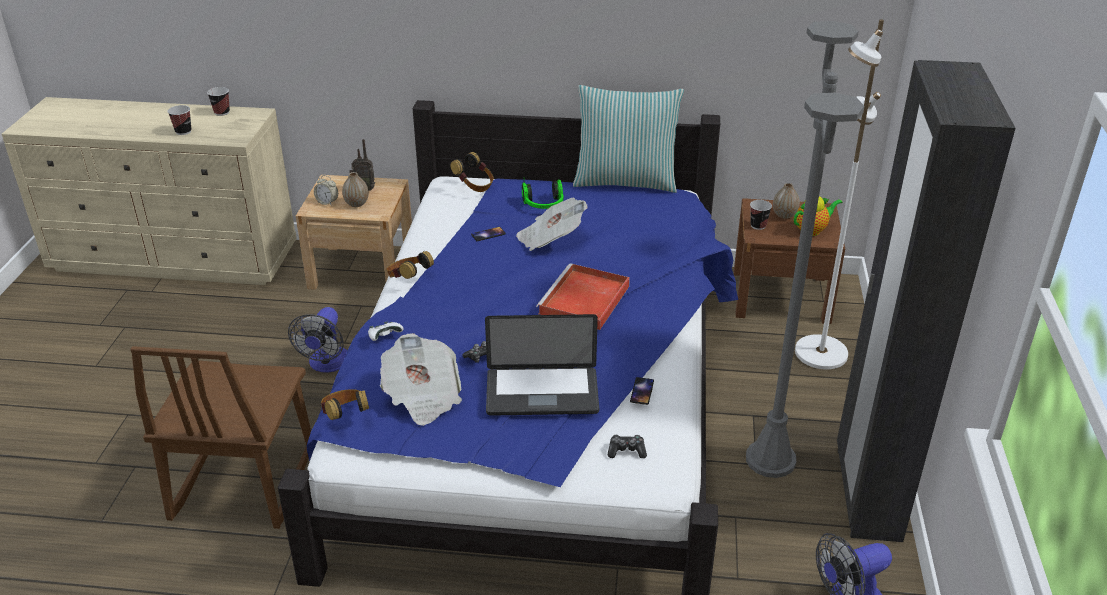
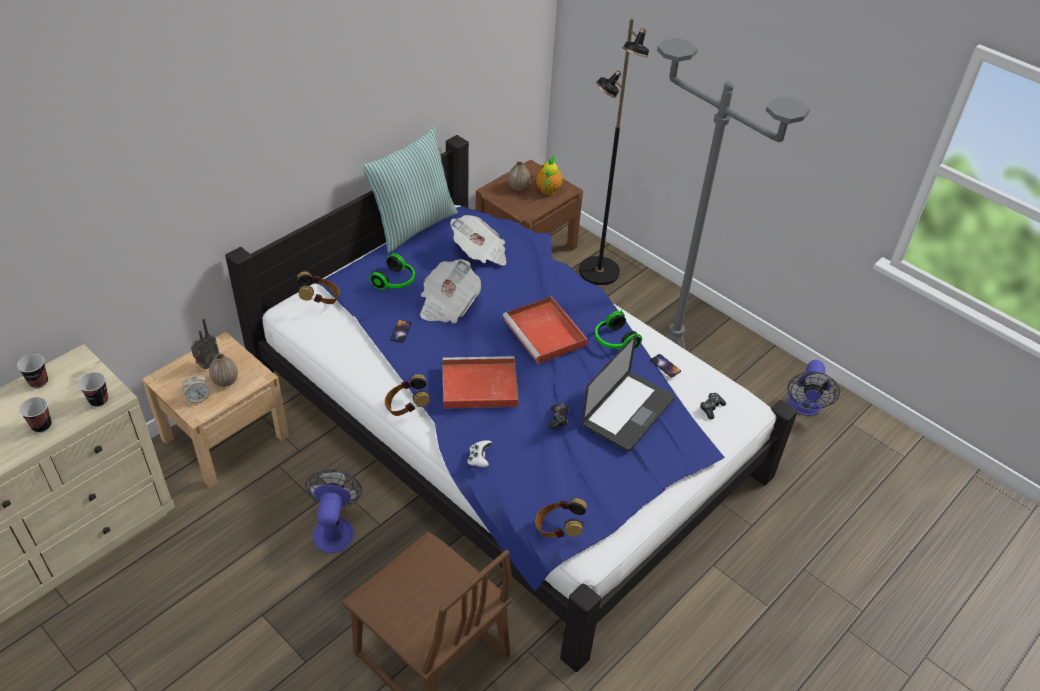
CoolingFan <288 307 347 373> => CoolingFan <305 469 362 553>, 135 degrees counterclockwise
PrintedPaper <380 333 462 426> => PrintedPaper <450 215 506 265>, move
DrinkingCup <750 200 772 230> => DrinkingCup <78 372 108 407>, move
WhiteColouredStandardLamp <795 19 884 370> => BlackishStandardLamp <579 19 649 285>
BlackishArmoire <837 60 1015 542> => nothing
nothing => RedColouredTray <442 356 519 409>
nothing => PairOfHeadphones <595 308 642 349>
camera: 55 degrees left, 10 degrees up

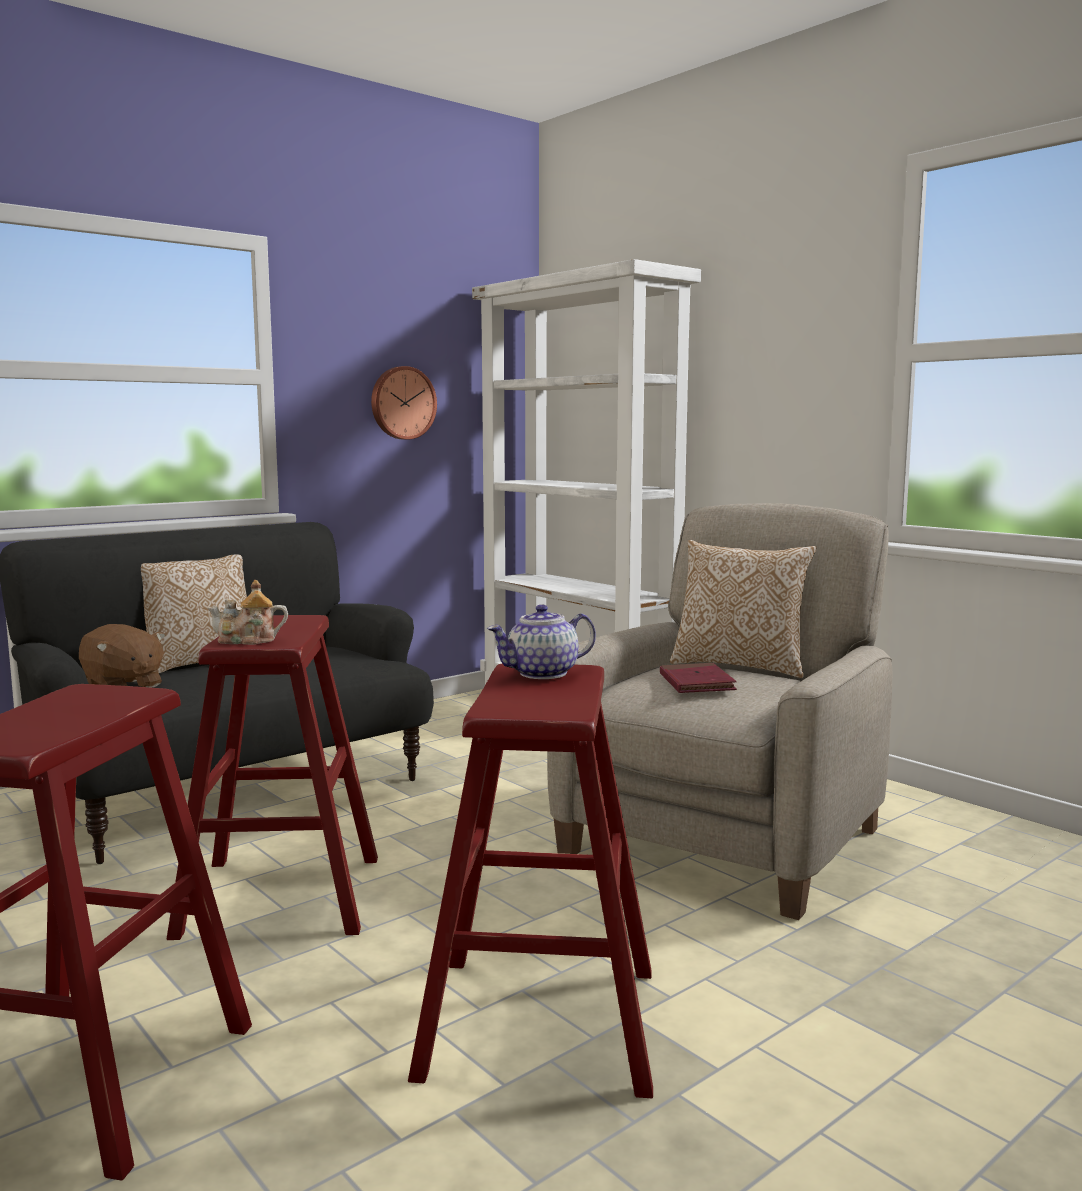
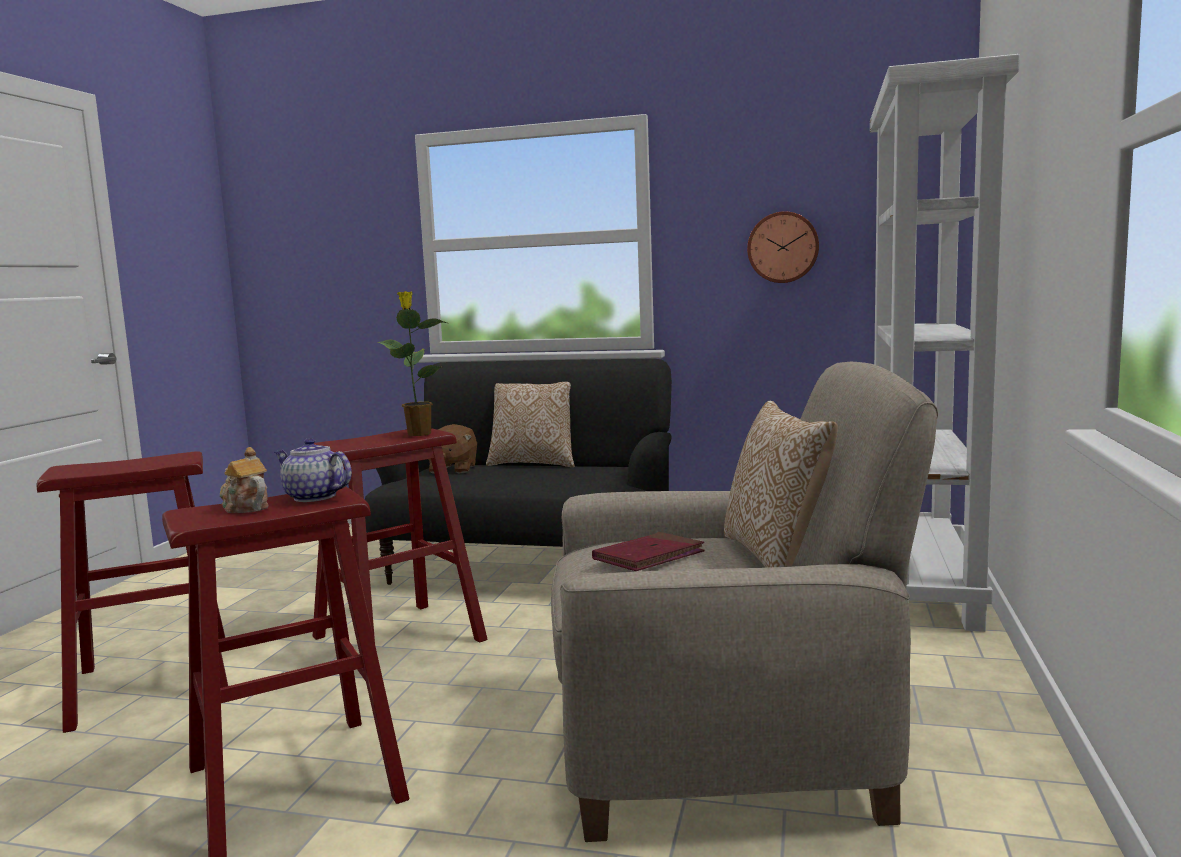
TeaPot <207 580 288 645> => TeaPot <220 447 269 513>, move
nothing => Houseplant <378 291 447 436>
camera: 55 degrees right, 0 degrees up

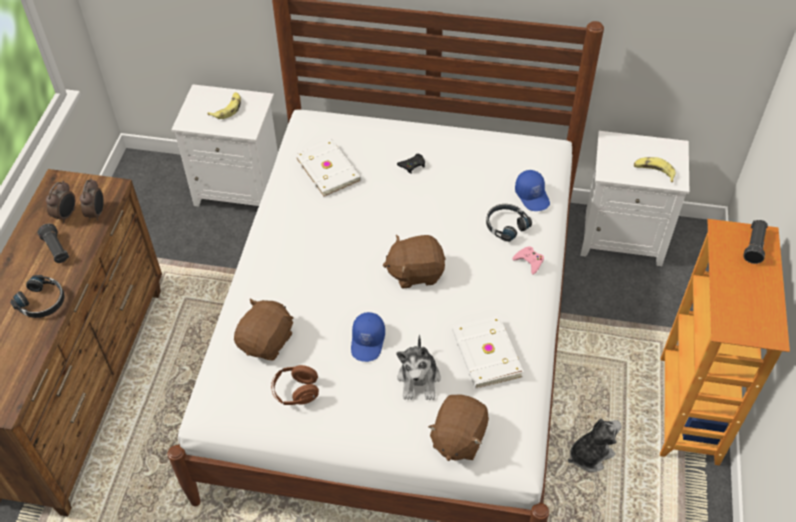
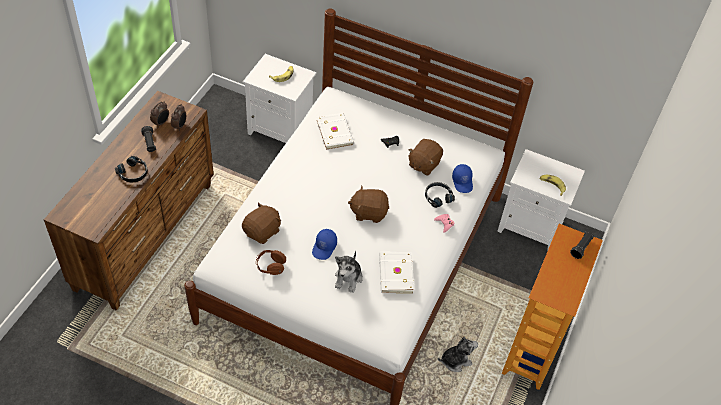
BrownCuddlyToy <428 395 489 461> => BrownCuddlyToy <408 139 443 176>, move
camera: 10 degrees right, 0 degrees up

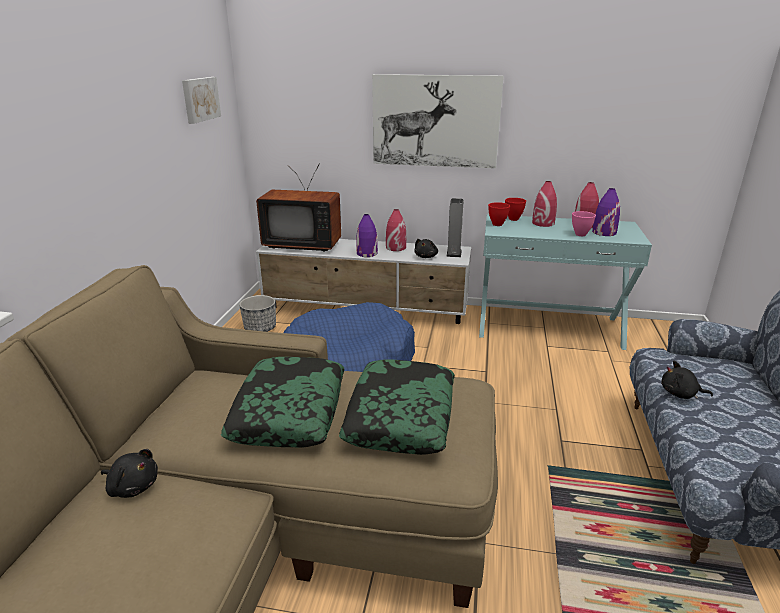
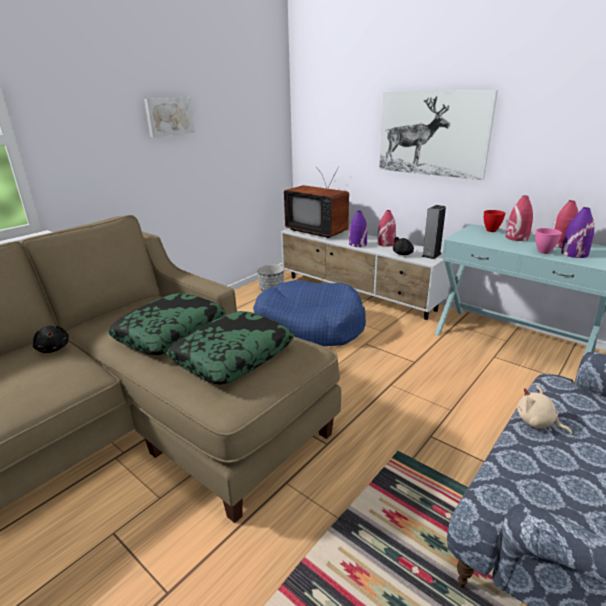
Picture <182 77 221 124> => Picture <144 98 195 137>, move
RedColouredServingBowl <488 202 510 226> => nothing
BlackishCuddlyToy <661 361 713 399> => BeigeColouredCuddlyToy <517 385 572 435>
camera: 30 degrees right, 0 degrees up

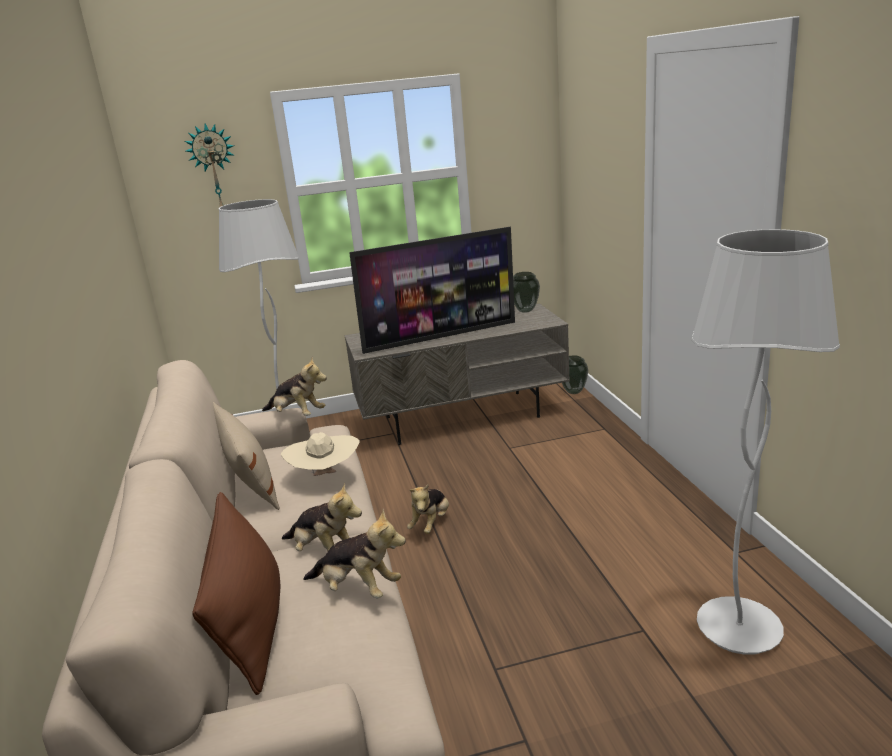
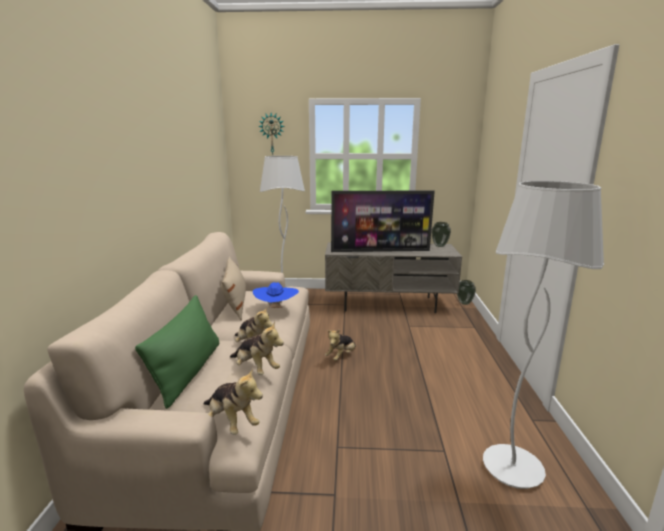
BrownThrowPillow <192 492 280 695> => GreenColouredThrowPillow <135 295 219 409>
CuddlyToy <262 357 327 416> => CuddlyToy <204 368 263 435>, move
BeigeColouredClothingHat <281 432 360 476> => BlueColouredClothingHat <253 282 299 308>
camera: 15 degrees right, 5 degrees down

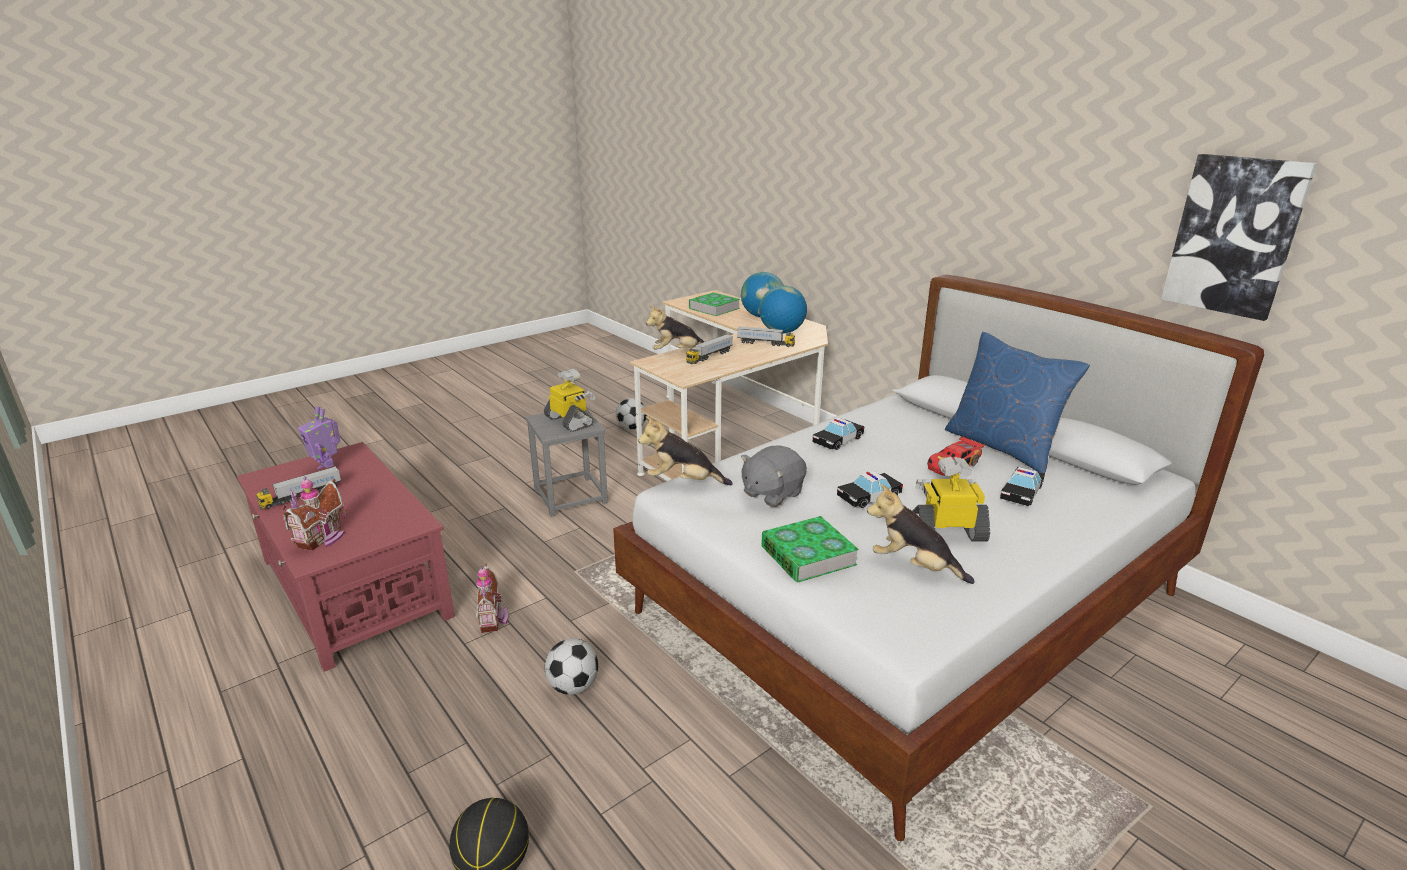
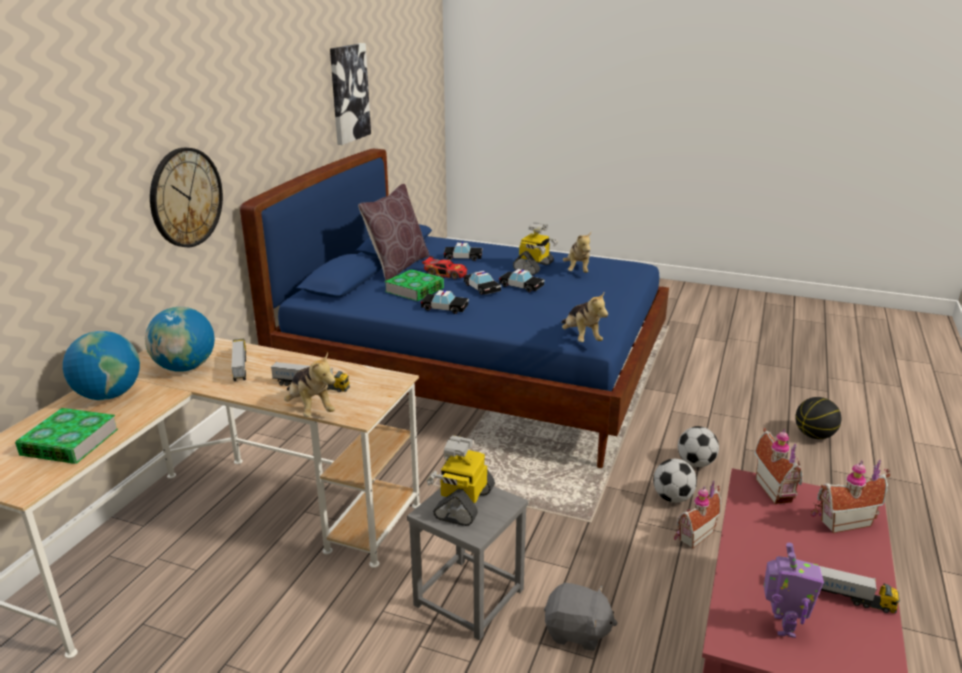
WhiteColouredBed <613 275 1264 841> => BlueColouredBed <240 148 669 468>
Football <616 398 647 430> => Football <653 459 697 503>, move
GrayCuddlyToy <741 445 807 507> => GrayCuddlyToy <544 583 618 651>, move
BoundBook <761 516 859 583> => BoundBook <384 269 444 301>, move
ModelRobot <912 457 990 542> => ModelRobot <513 222 558 275>, 120 degrees counterclockwise
BlueColouredThrowPillow <945 332 1090 474> => BrownThrowPillow <358 184 429 280>
nothing => WallClock <150 148 223 247>
nothing => ModelCar <464 271 501 295>
nothing => MiniatureHouse <754 428 803 504>
camera: 120 degrees left, 0 degrees up

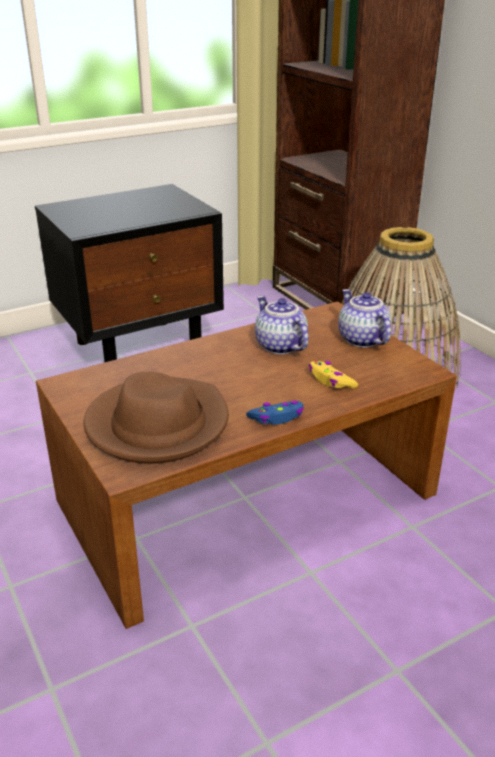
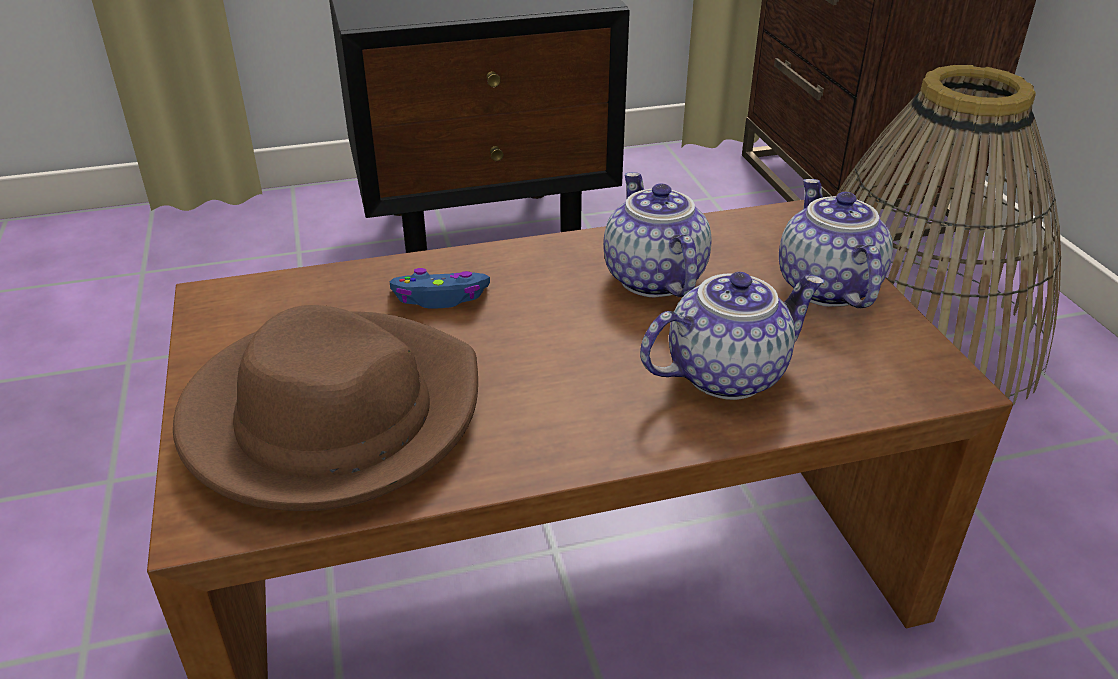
BlueColouredGameController <246 401 304 425> => BlueColouredGameController <390 268 490 308>, move
YellowColouredGameController <309 361 358 389> => TeaPot <640 272 825 400>
camera: 15 degrees right, 5 degrees up

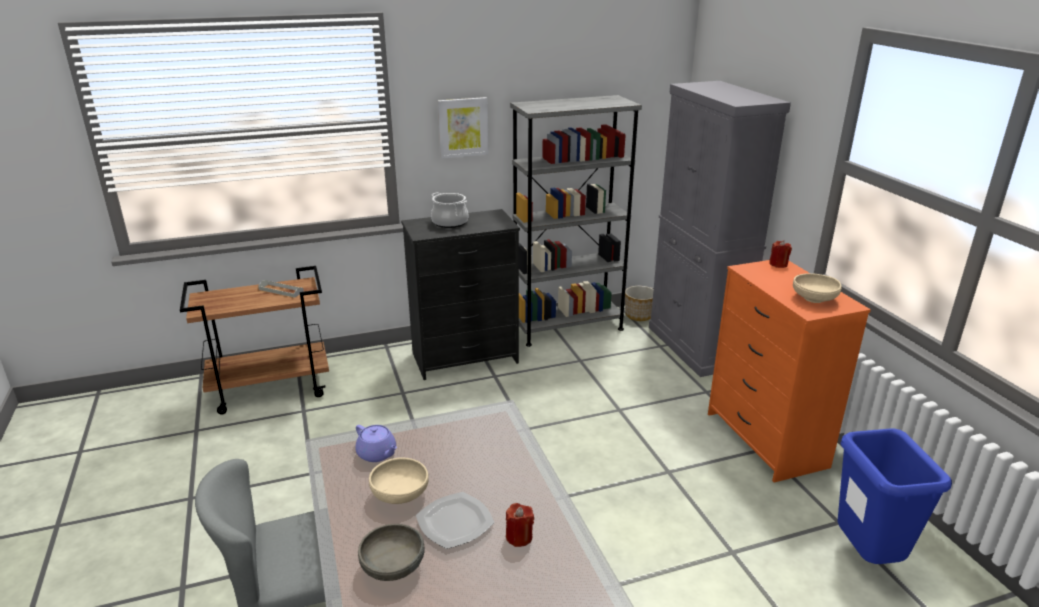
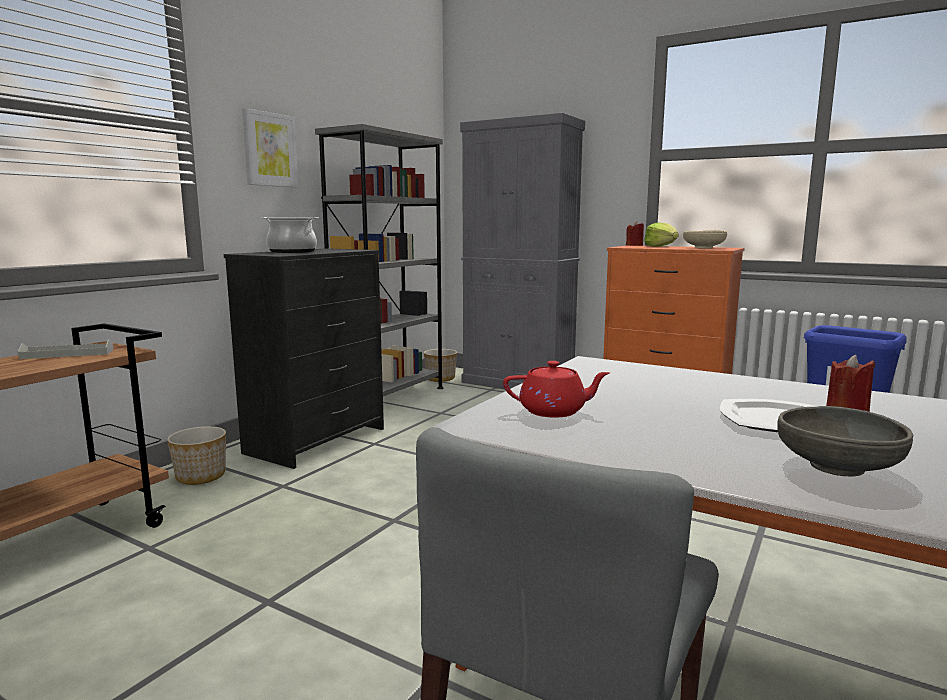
PurpleTeaPot <355 425 397 462> => RedColouredTeaPot <503 361 610 418>
BeigeColouredServingBowl <369 457 429 504> => nothing
nothing => Planter <167 426 226 485>
nothing => HeadOfLettuce <644 222 679 247>
camera: 40 degrees left, 15 degrees down

